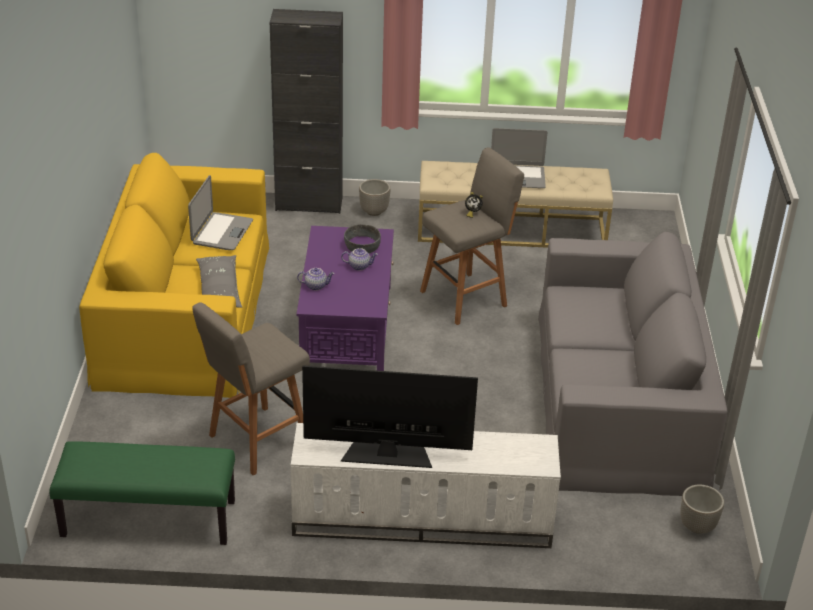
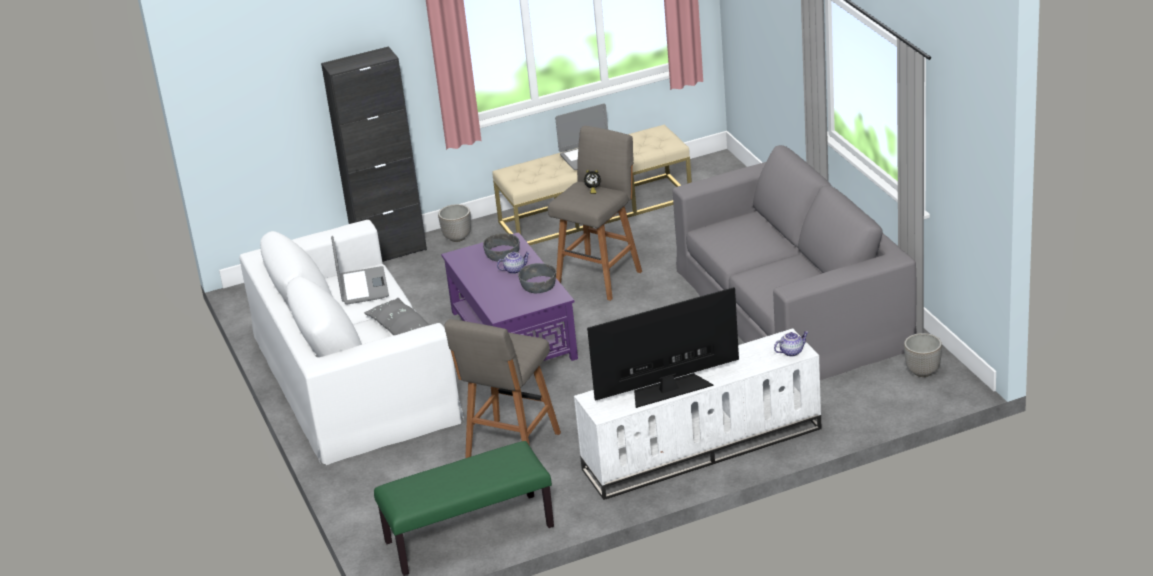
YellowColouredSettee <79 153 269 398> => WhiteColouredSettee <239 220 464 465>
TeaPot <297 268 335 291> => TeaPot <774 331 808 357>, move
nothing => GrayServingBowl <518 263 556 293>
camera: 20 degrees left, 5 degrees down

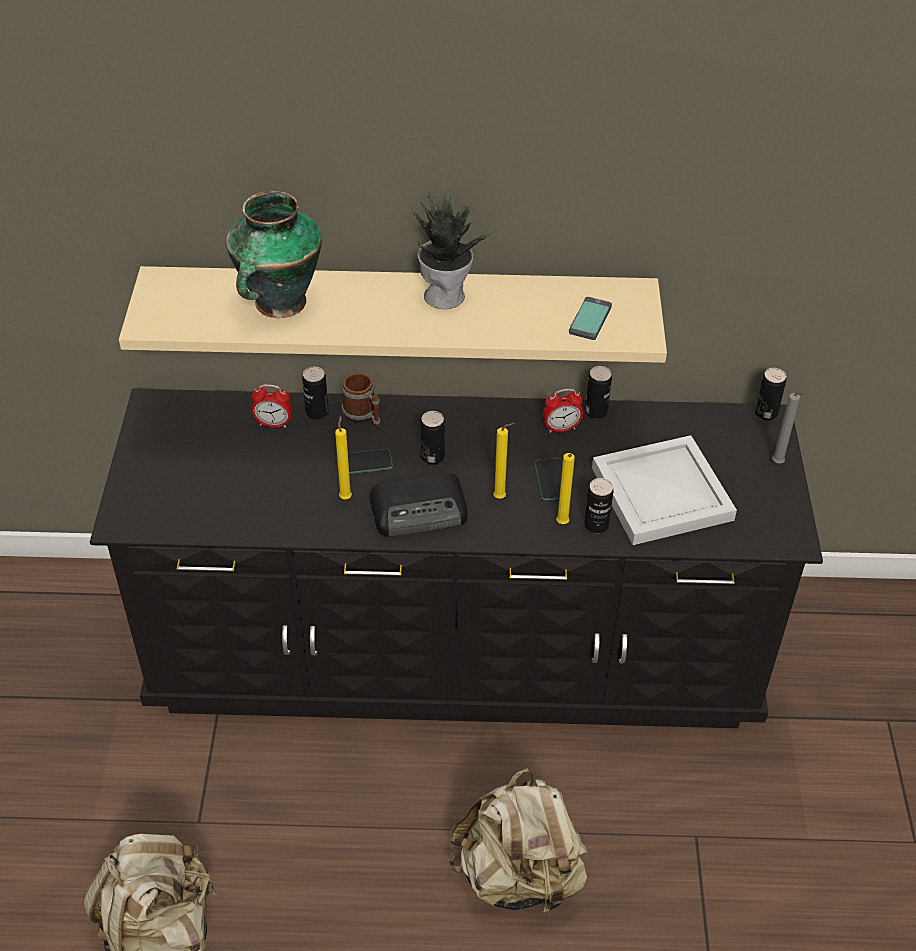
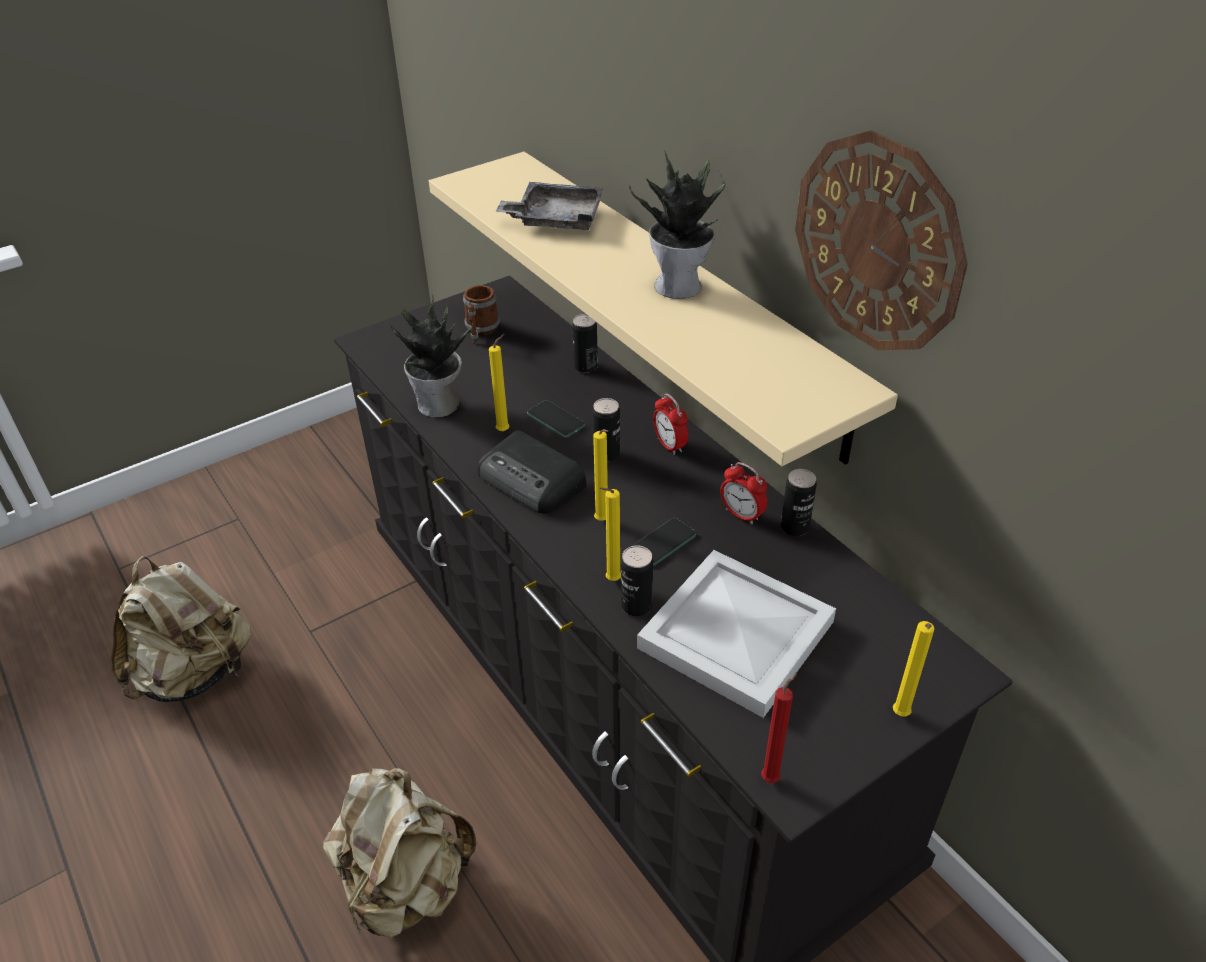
FlowerVase <226 191 322 318> => GrayTray <495 182 603 230>
BedsideClock <251 384 292 428> => BedsideClock <653 393 688 455>, move
CoffeeMug <341 373 381 428> => CoffeeMug <463 285 500 344>, move
Telephone <569 297 612 340> => nothing
MetalCan <755 368 786 421> => nothing
GrayCandle <772 392 805 464> => YellowColouredCandle <893 621 934 717>
nothing => Houseplant <391 294 473 418>
nothing => RedColouredCandle <761 672 797 783>
nothing => WallClock <795 130 968 350>
camera: 55 degrees right, 5 degrees down

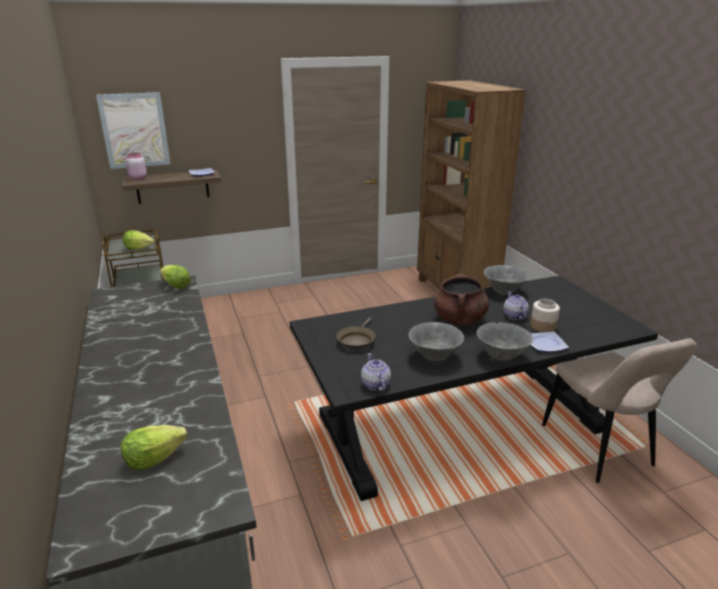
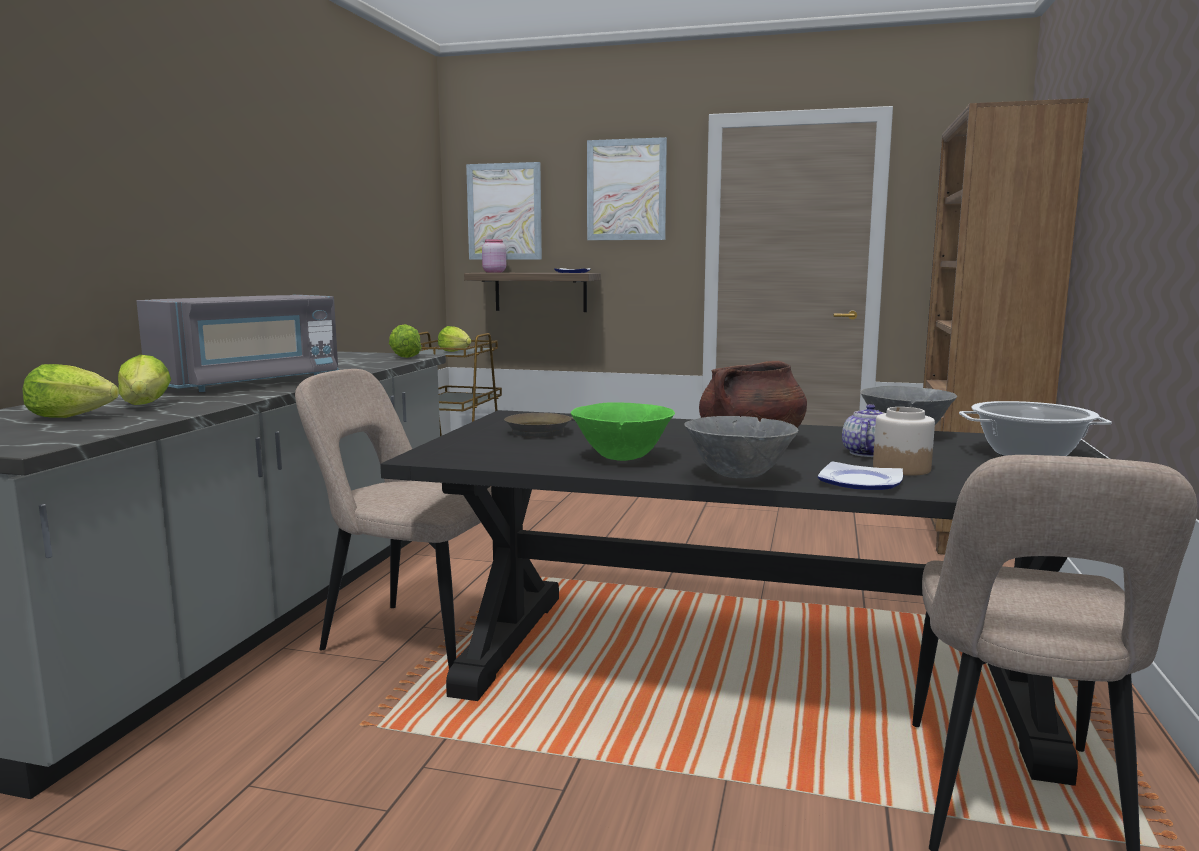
TeaPot <361 353 391 391> => nothing
GrayServingBowl <408 322 464 361> => GreenColouredServingBowl <571 402 675 461>
nothing => HeadOfLettuce <118 355 171 405>
nothing => GrayMicrowave <137 295 339 392>
nothing => BeigeColouredUprightChair <295 369 491 669>
nothing => Picture <587 137 667 240>
nothing => CookingPot <959 401 1112 456>
camera: 35 degrees right, 15 degrees down

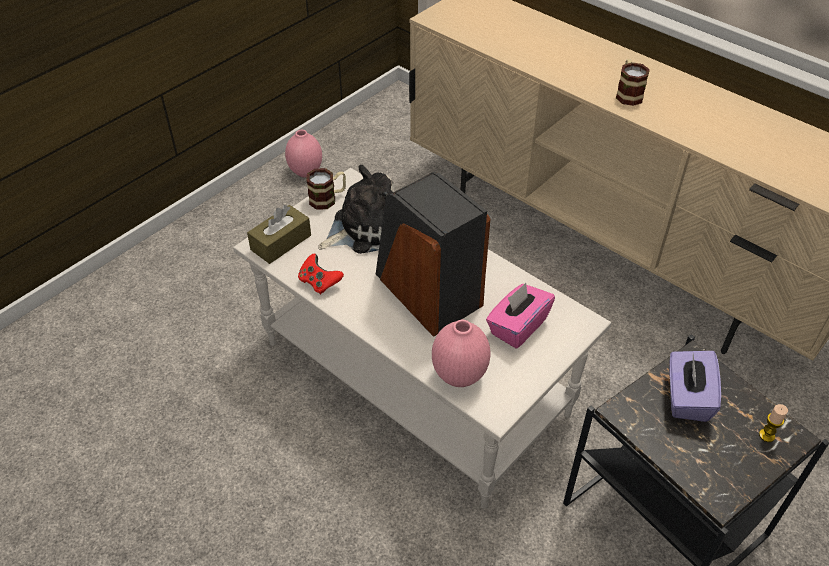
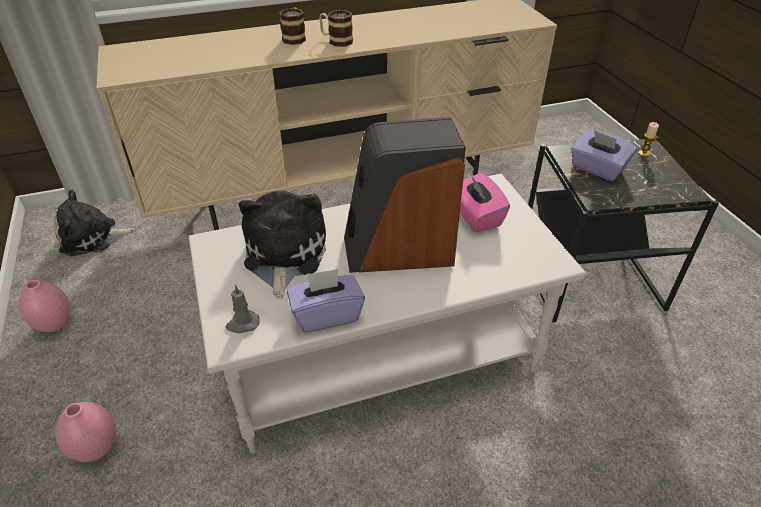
BrownTissueHolder <247 205 311 264> => GrayCandle <225 285 260 333>
RedColouredGameController <298 254 344 294> => PurpleTissueHolder <287 269 365 333>
CoffeeMug <306 168 346 210> => CoffeeMug <279 8 306 45>, move
PinkishFlowerVase <432 320 490 387> => PinkishFlowerVase <55 402 116 462>, move
nothing => CuddlyToy <54 189 136 256>
camera: 60 degrees left, 5 degrees down

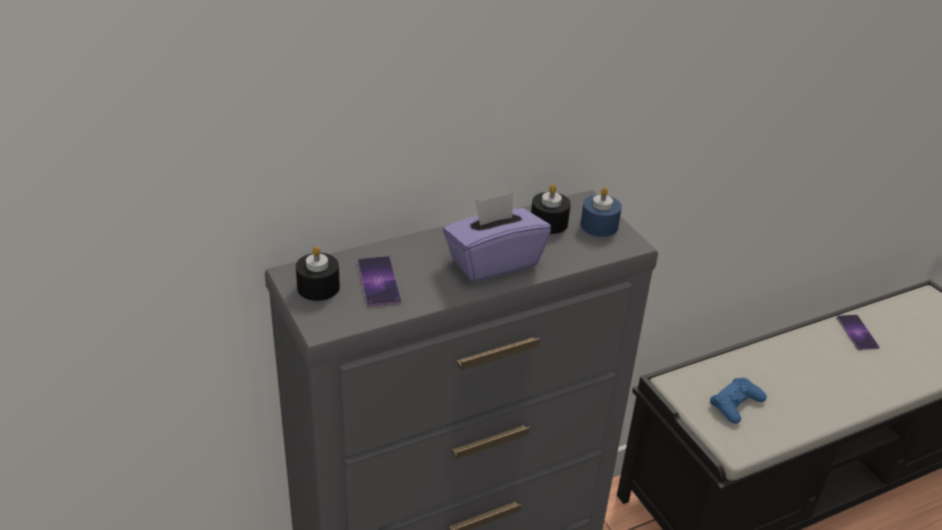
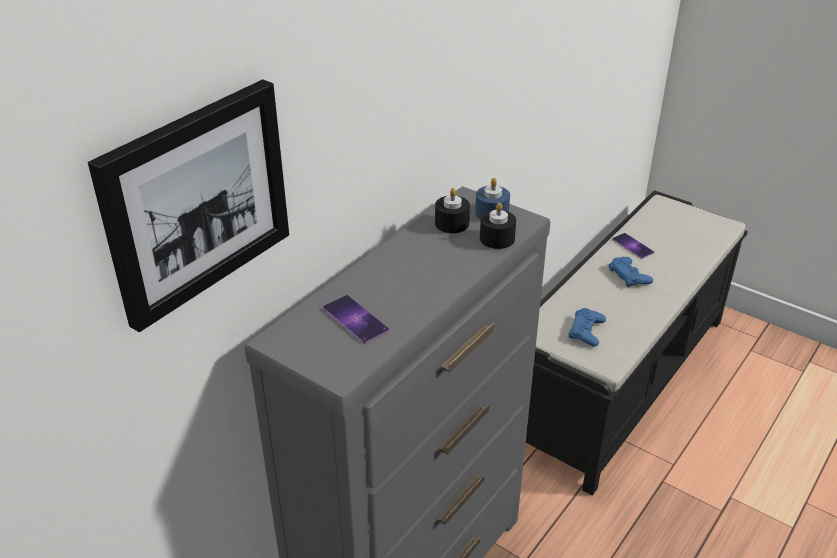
BlackishCandle <296 246 340 301> => BlackishCandle <480 203 516 249>, move
PurpleTissueHolder <443 193 551 282> => nothing
nothing => Picture <88 79 289 332>
nothing => BlueColouredGameController <609 257 653 287>
camera: 25 degrees left, 0 degrees up

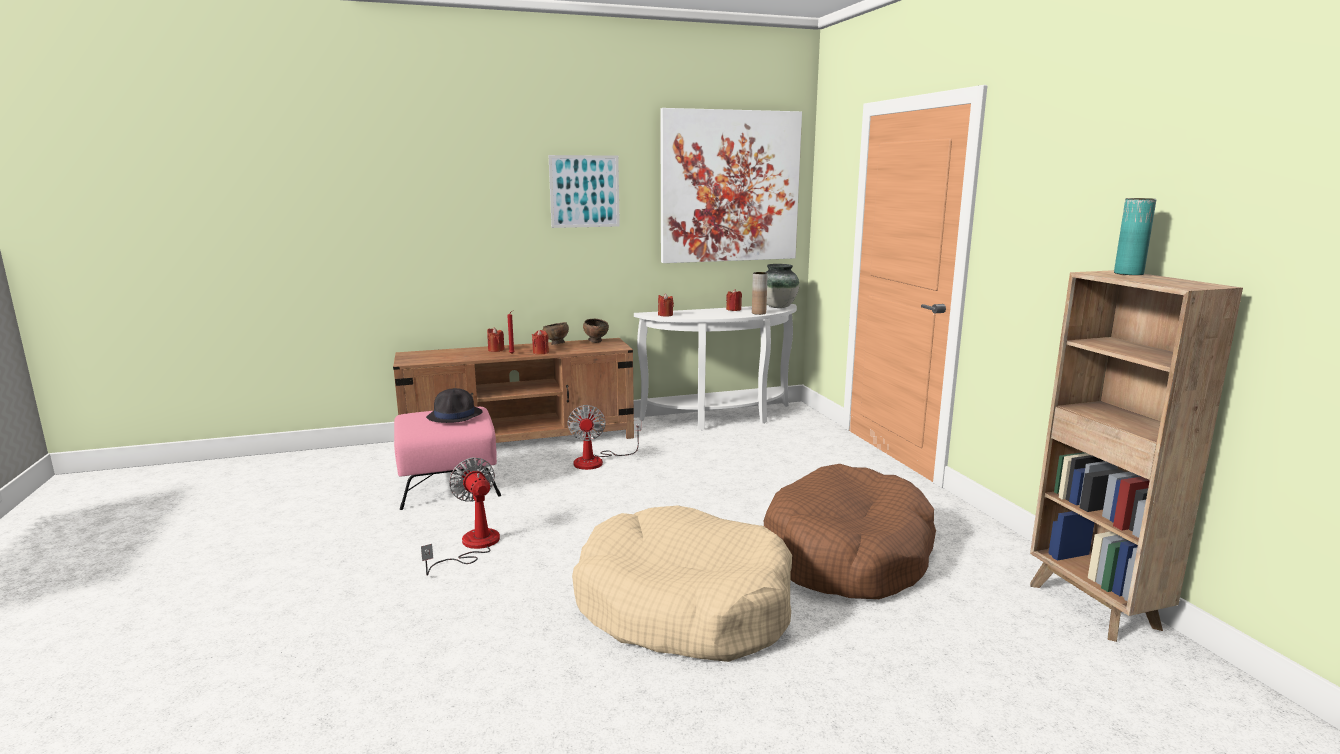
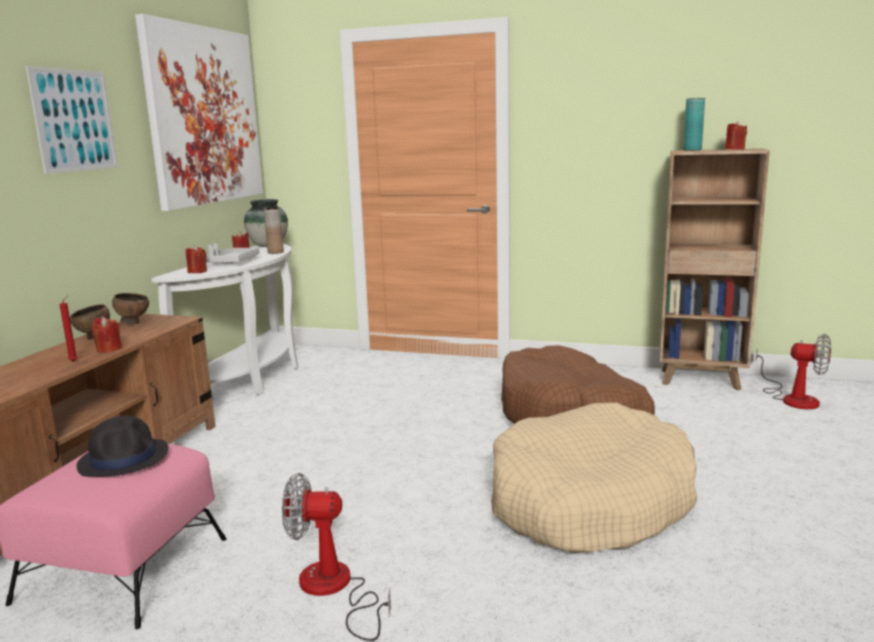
RedColouredCandle <487 328 505 352> => RedColouredCandle <725 121 747 150>, move
CoolingFan <567 405 641 470> => CoolingFan <756 334 831 409>, move
nothing => GrayTray <206 244 259 264>
camera: 55 degrees left, 0 degrees up

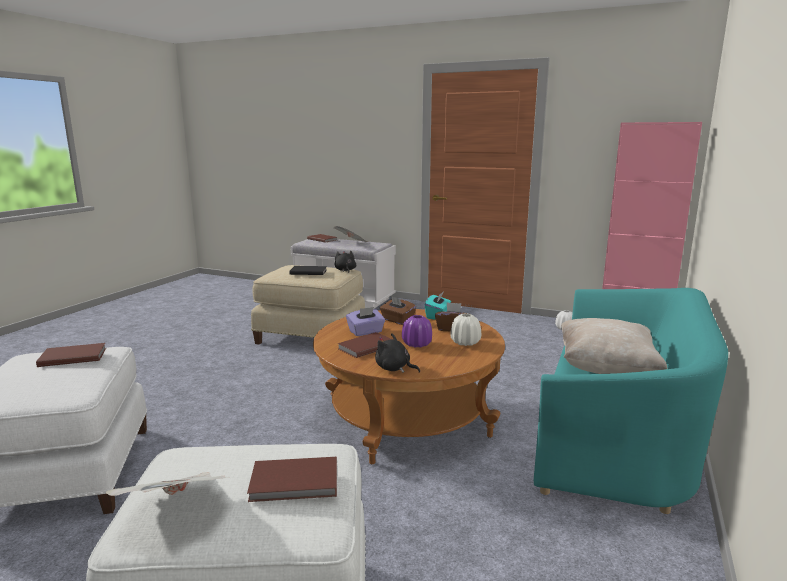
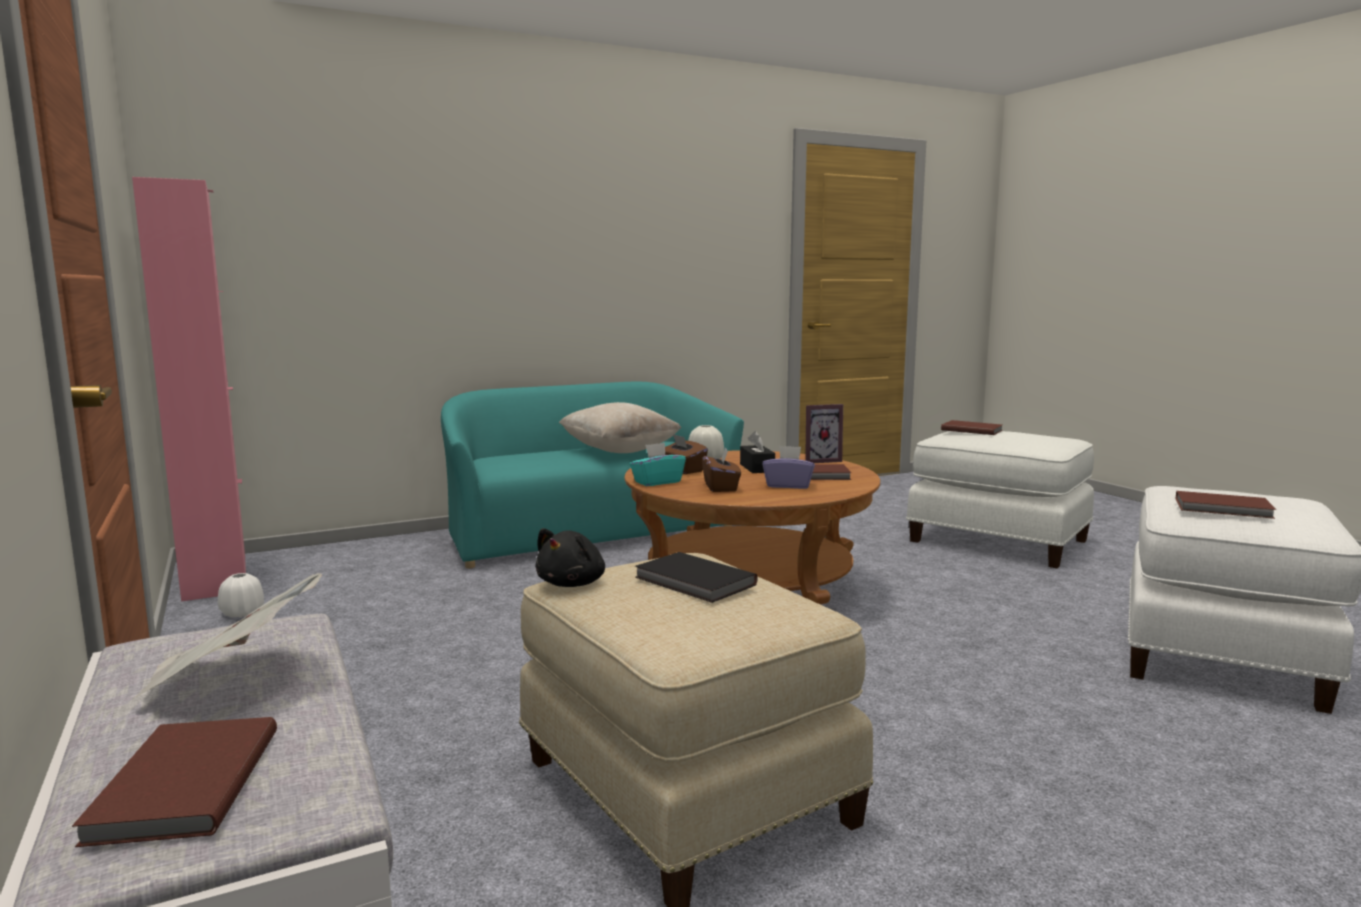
PrintedPaper <106 472 228 496> => nothing
BlackishCuddlyToy <375 333 420 373> => PhotoFrame <805 404 843 463>
PurpleFlowerVase <402 315 432 348> => BlackishTissueHolder <740 431 775 473>
camera: 140 degrees left, 5 degrees down

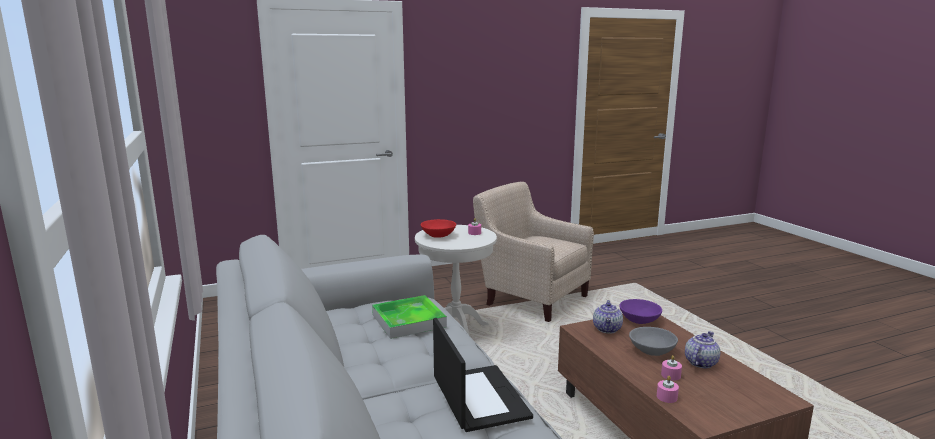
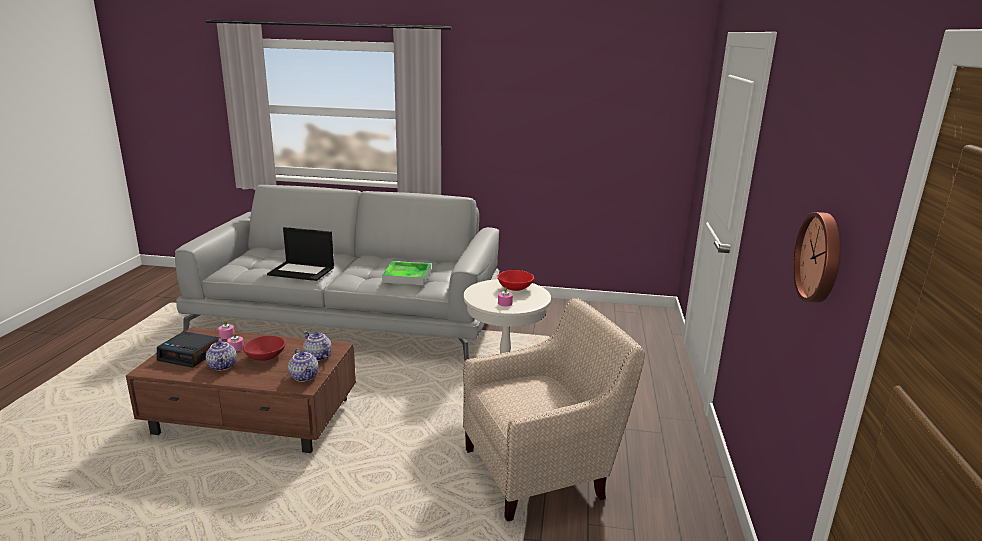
PurpleServingBowl <619 299 662 324> => TeaPot <288 348 319 382>
GrayServingBowl <629 327 678 356> => RedColouredServingBowl <243 336 286 361>
nothing => BedsideClock <157 331 220 368>
nothing => WallClock <793 212 840 303>
camera: 120 degrees right, 5 degrees up

